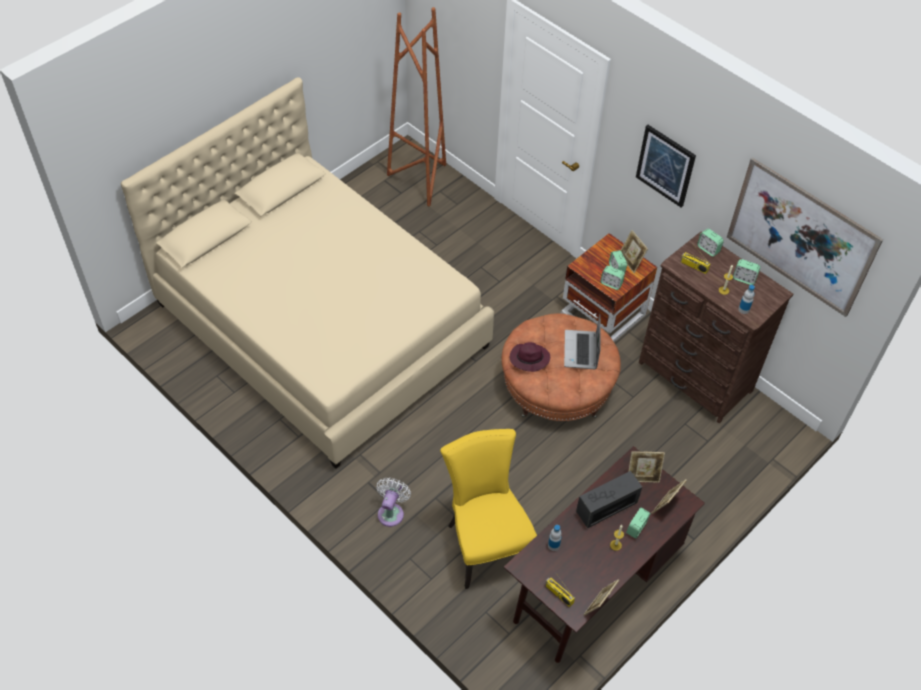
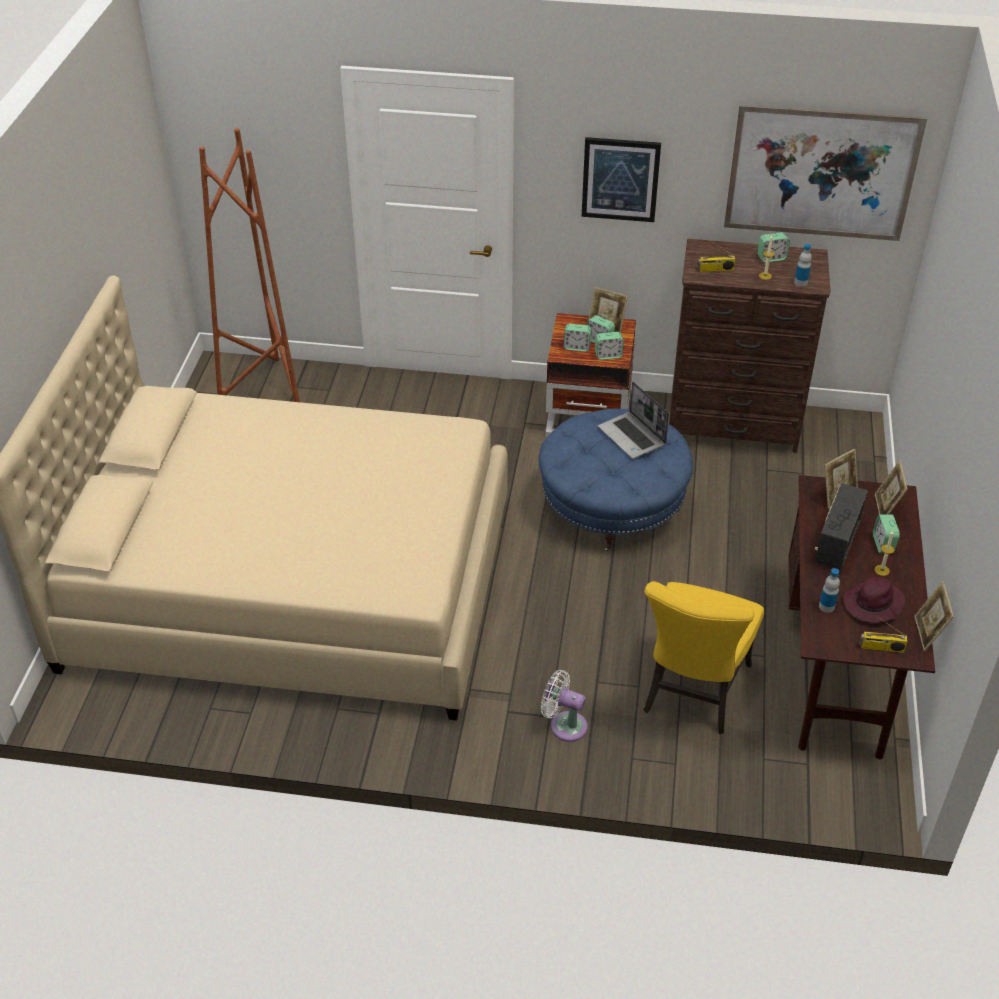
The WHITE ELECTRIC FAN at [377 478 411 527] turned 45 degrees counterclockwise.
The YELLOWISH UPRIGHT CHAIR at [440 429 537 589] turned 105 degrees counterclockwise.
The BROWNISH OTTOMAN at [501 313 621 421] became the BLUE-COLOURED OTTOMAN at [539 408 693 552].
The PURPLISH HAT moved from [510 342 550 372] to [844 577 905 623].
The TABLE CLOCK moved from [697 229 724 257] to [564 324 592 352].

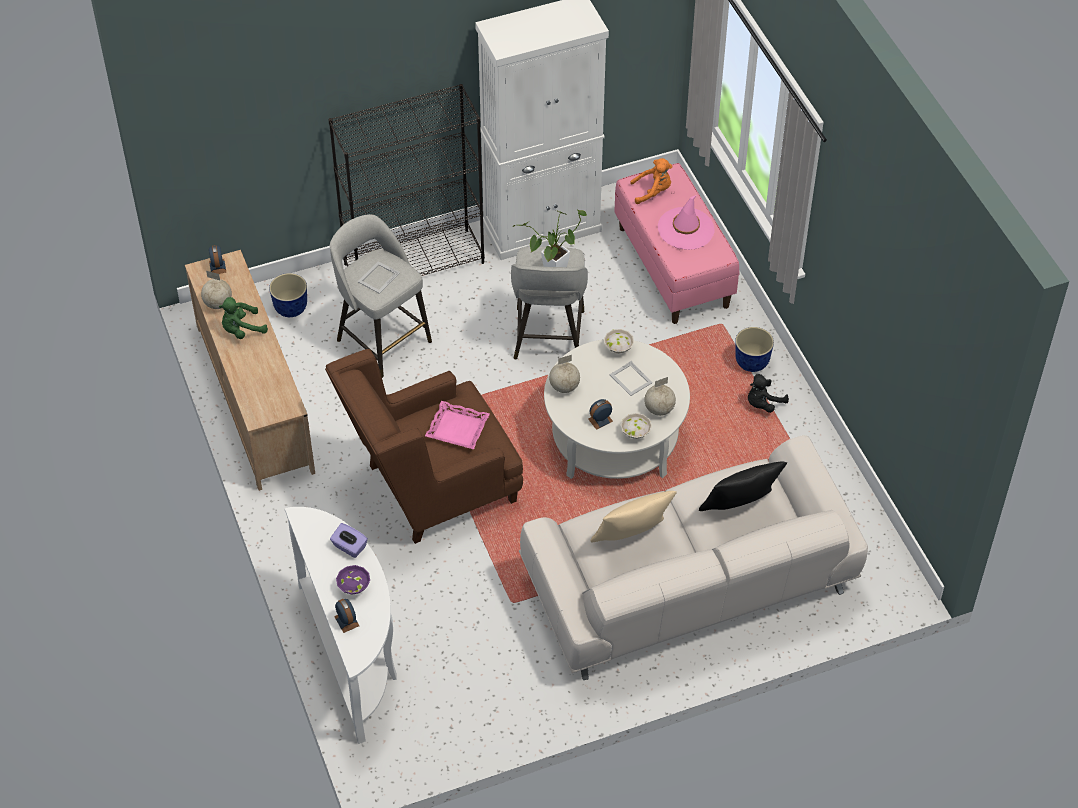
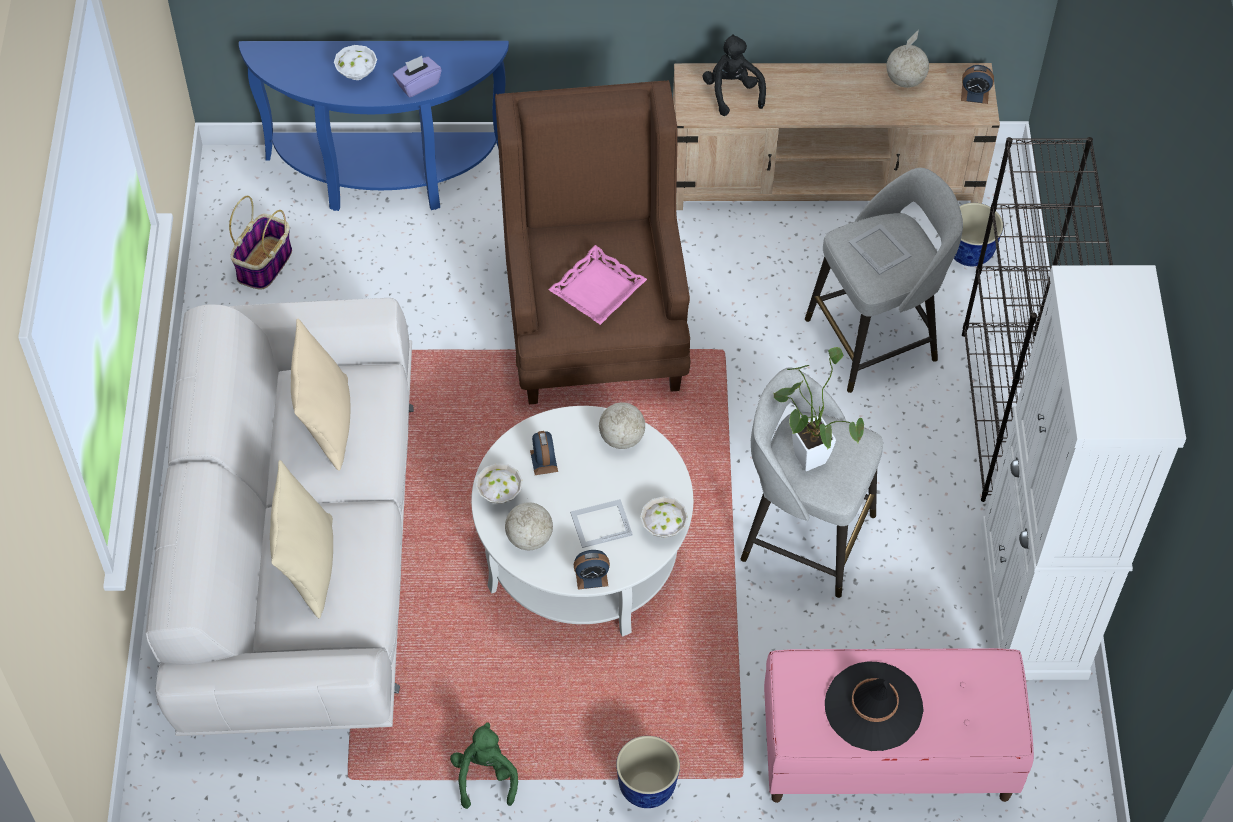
The GREEN PLUSH TOY moved from [219 297 268 339] to [450 722 518 809].
The WHITE NARROW TABLE at [285 507 397 744] became the BLUE-COLOURED NARROW TABLE at [239 41 509 211].
The TABLE CLOCK moved from [334 599 359 633] to [573 550 610 590].
The PURPLISH SERVING BOWL at [336 565 370 595] became the WHITE SERVING BOWL at [334 45 377 80].
The ORANGE PLUSH TOY at [630 158 672 204] disappeared.
The PINK HAT at [658 195 715 250] became the BLACK-COLOURED HAT at [825 661 924 751].
The BLACK-COLOURED PILLOW at [699 462 787 511] became the SAND-COLOURED PILLOW at [270 460 333 618].
The BLACK-COLOURED PLUSH TOY moved from [748 374 789 413] to [703 34 766 116].
The BASKET at [229 196 292 289] appeared.

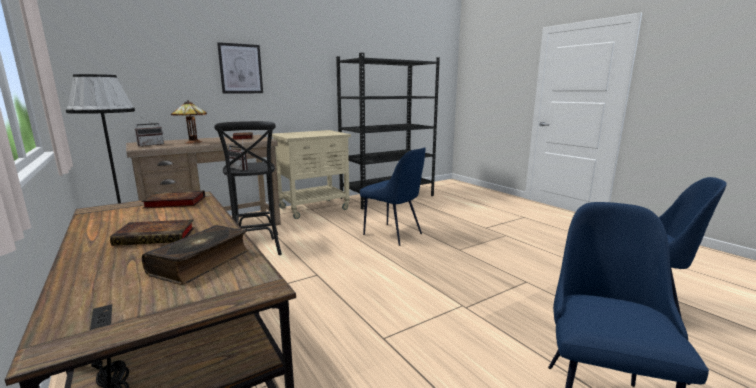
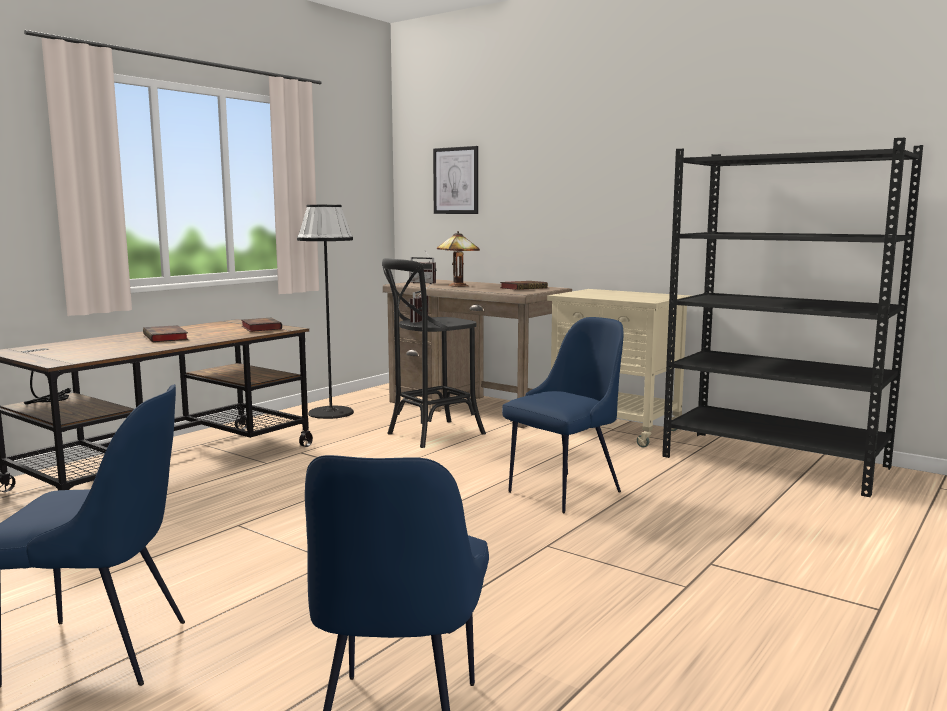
The BOUND BOOK at [142 225 249 285] disappeared.
The WALL PICTURE moved from [217 42 263 93] to [433 146 478 214].
The BLUE-COLOURED UPRIGHT CHAIR at [360 148 426 246] turned 150 degrees counterclockwise.

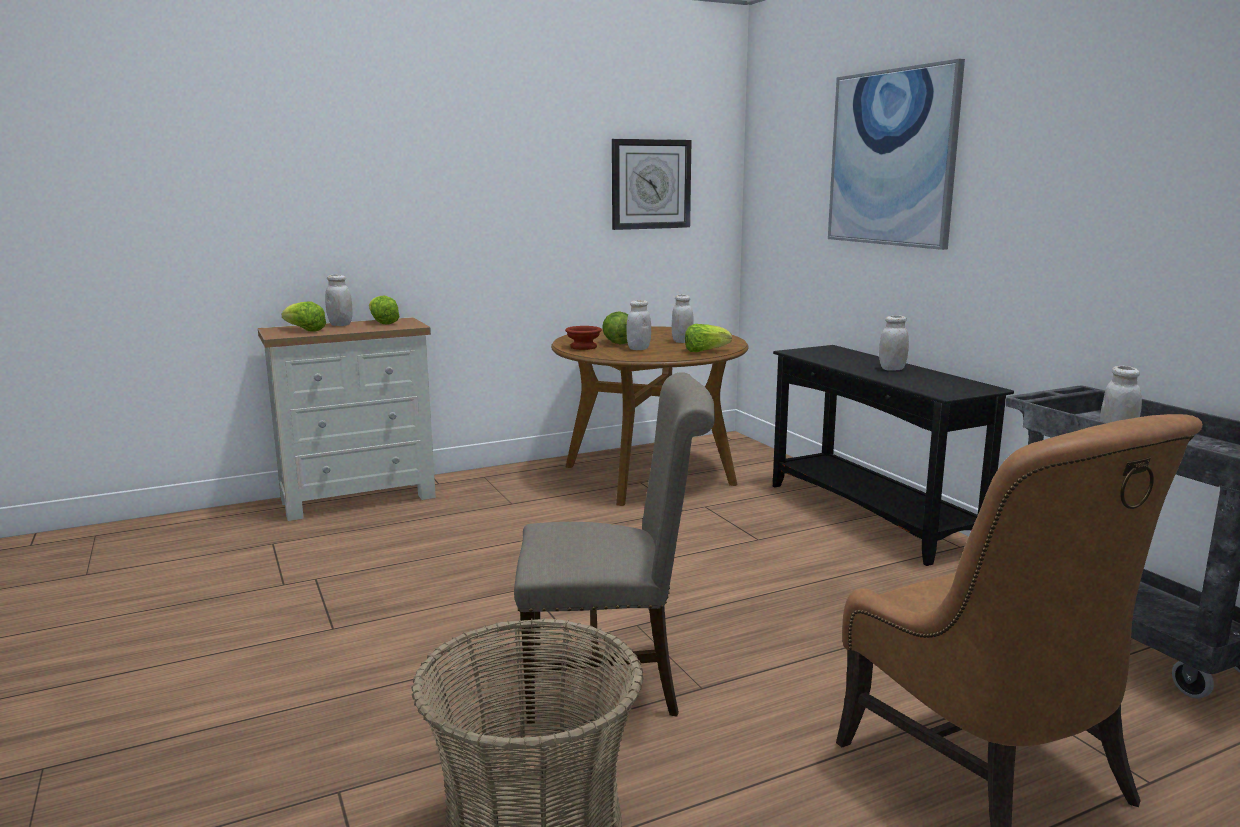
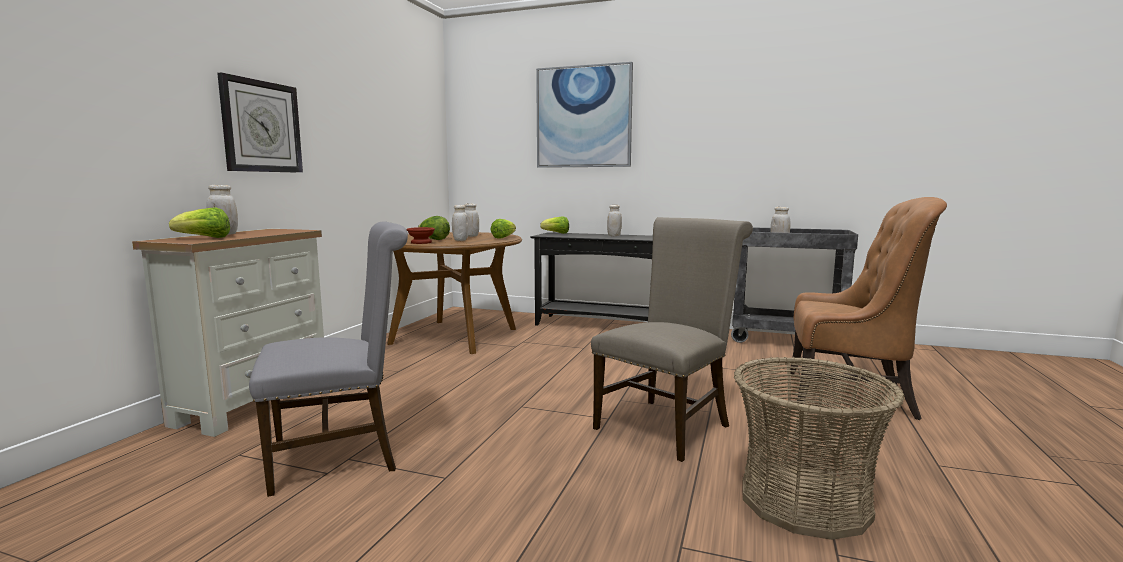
The LETTUCE HEAD moved from [369 296 400 325] to [540 216 569 234].
The HANGING CLOCK moved from [612 139 692 230] to [217 72 303 173].
The GREY UPRIGHT CHAIR at [249 221 408 497] appeared.

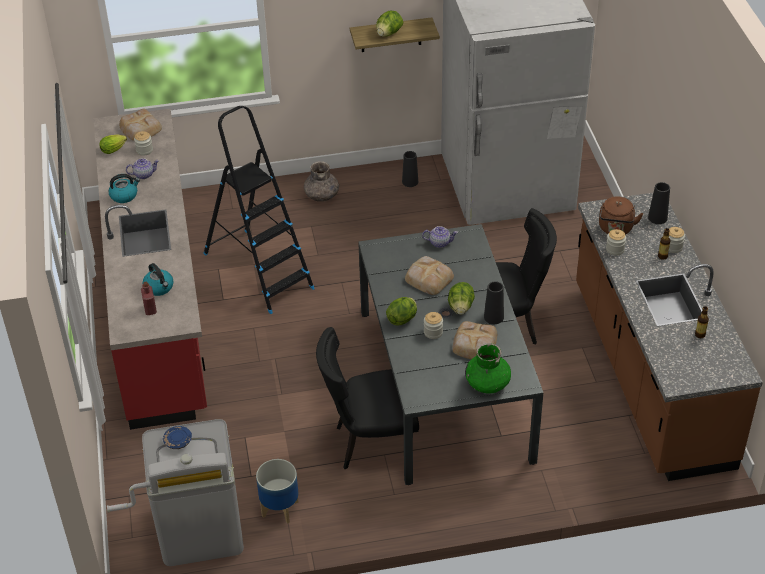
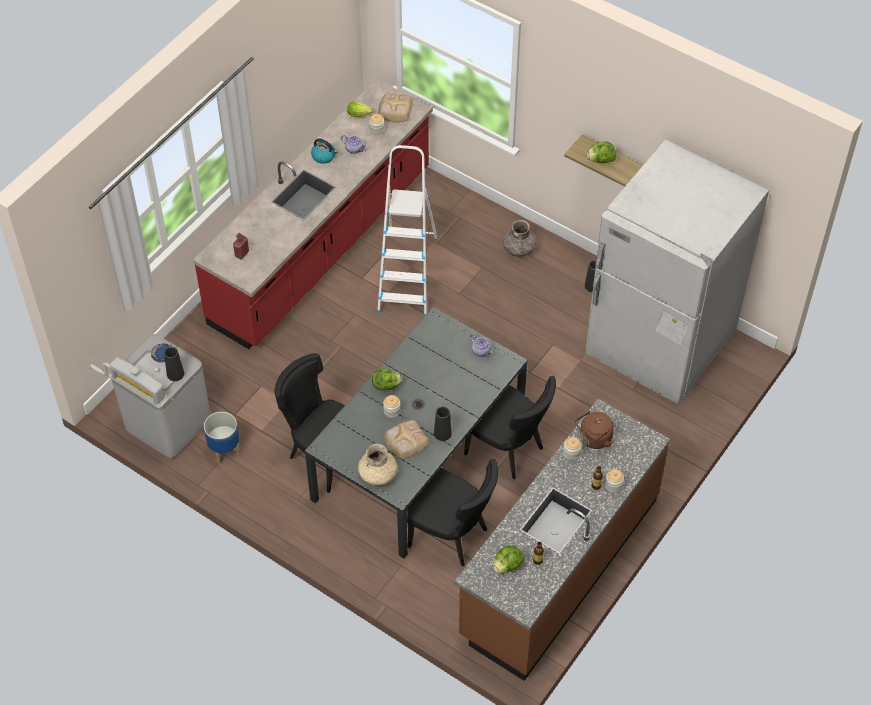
The WATER KETTLE at [143 263 174 296] disappeared.
The BLACK-COLOURED STEP STOOL at [203 106 315 314] became the WHITE STEP STOOL at [377 145 438 316].
The BAKED BREAD at [405 256 454 295] disappeared.
The LETTUCE HEAD moved from [448 282 475 315] to [493 545 525 573].
The GREEN VASE at [465 343 511 394] became the SAND-COLOURED VASE at [358 444 397 486].
The BLACK-COLOURED VASE moved from [648 182 670 224] to [164 347 184 381].
The BLACK-COLOURED UPRIGHT CHAIR at [407 459 498 567] appeared.

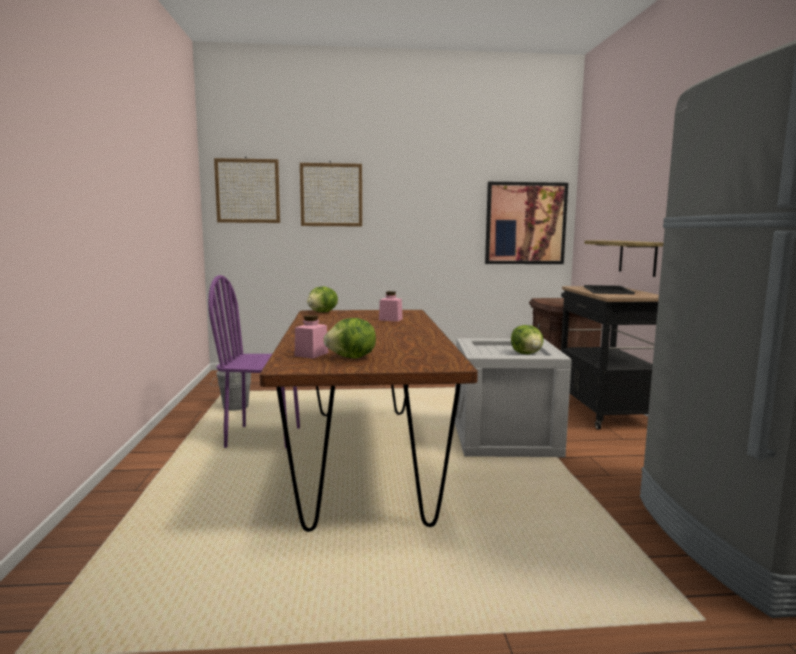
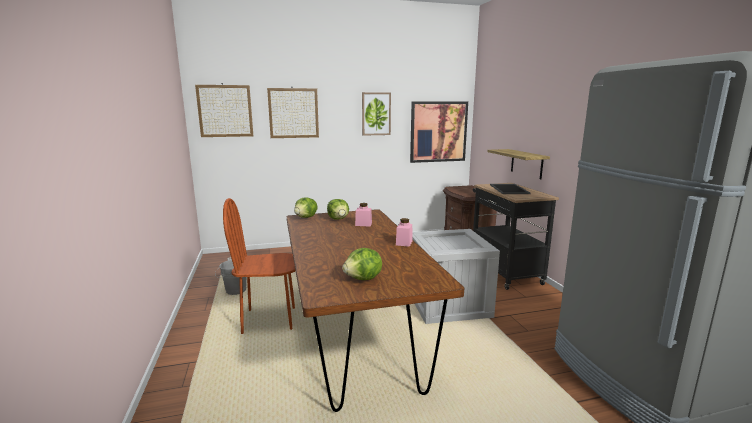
The PURPLISH UPRIGHT CHAIR at [208 275 300 448] became the BROWNISH UPRIGHT CHAIR at [223 198 295 334].
The PINK JAR moved from [295 315 329 359] to [396 218 413 247].
The LETTUCE HEAD moved from [511 325 544 354] to [327 199 349 220].
The WALL PICTURE at [362 92 391 136] appeared.

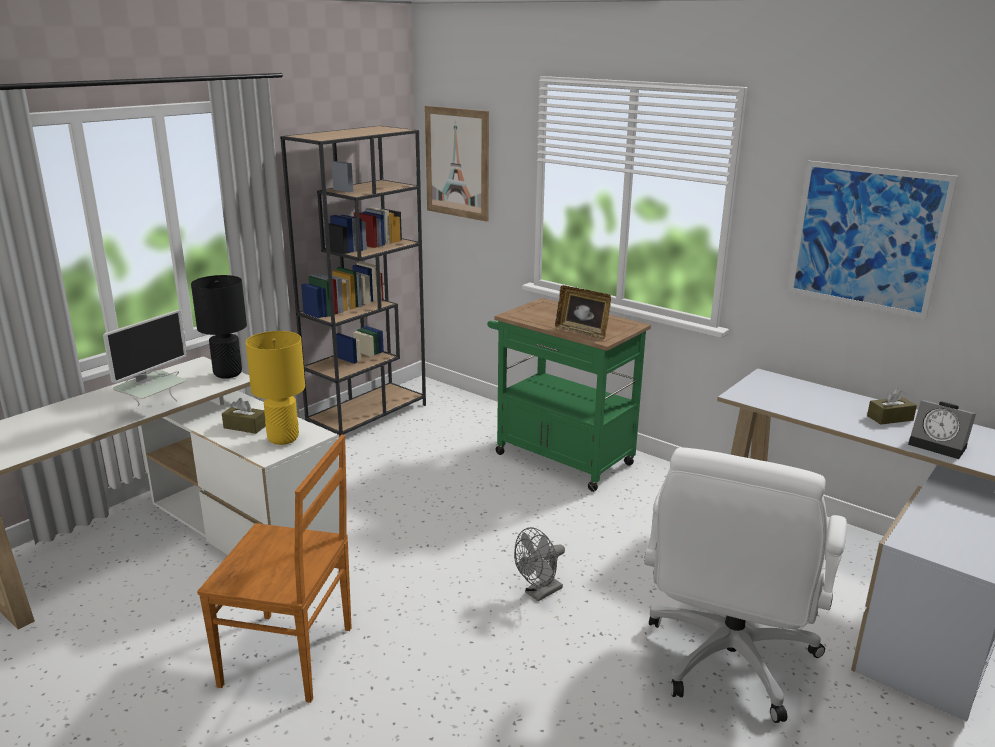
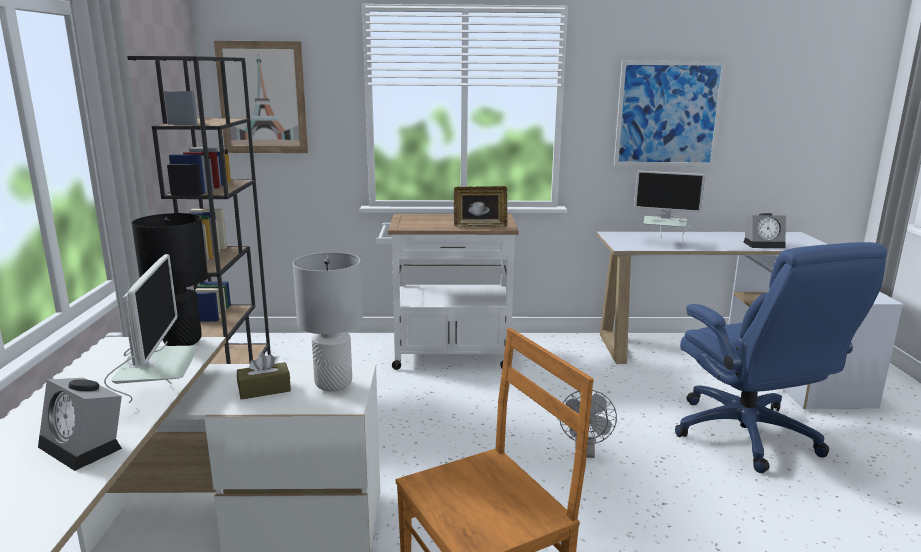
The YELLOWISH TABLETOP LAMP at [246 331 305 445] became the GREY TABLETOP LAMP at [293 252 363 392].
The GREEN WHEELED CART at [487 298 651 492] became the WHITE WHEELED CART at [376 214 519 370].
The WHITE OFFICE CHAIR at [644 448 847 723] became the BLUE-COLOURED OFFICE CHAIR at [675 242 887 473].
The BROWNISH BOX OF TISSUES at [867 388 917 425] disappeared.
The TABLE CLOCK at [38 378 122 471] appeared.
The COMPUTER DISPLAY at [634 171 705 244] appeared.

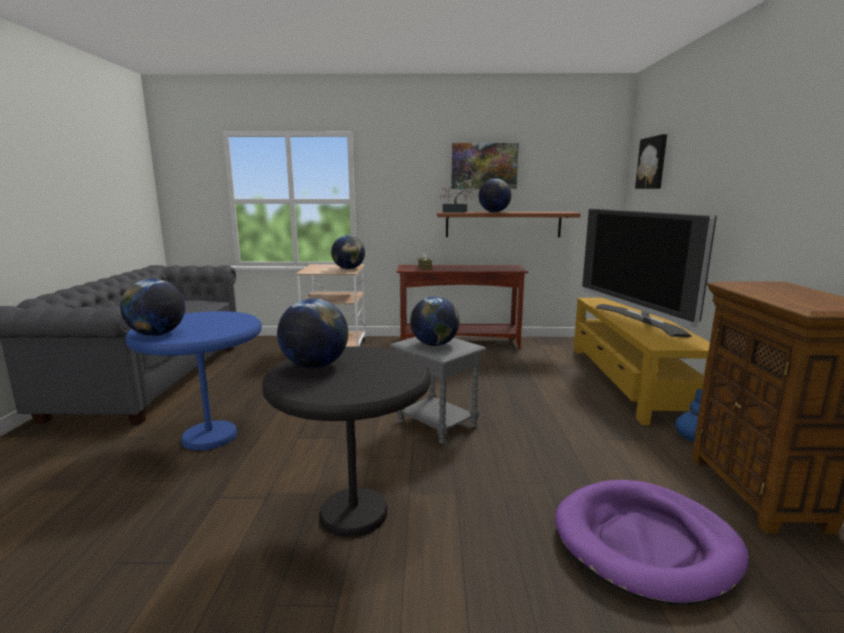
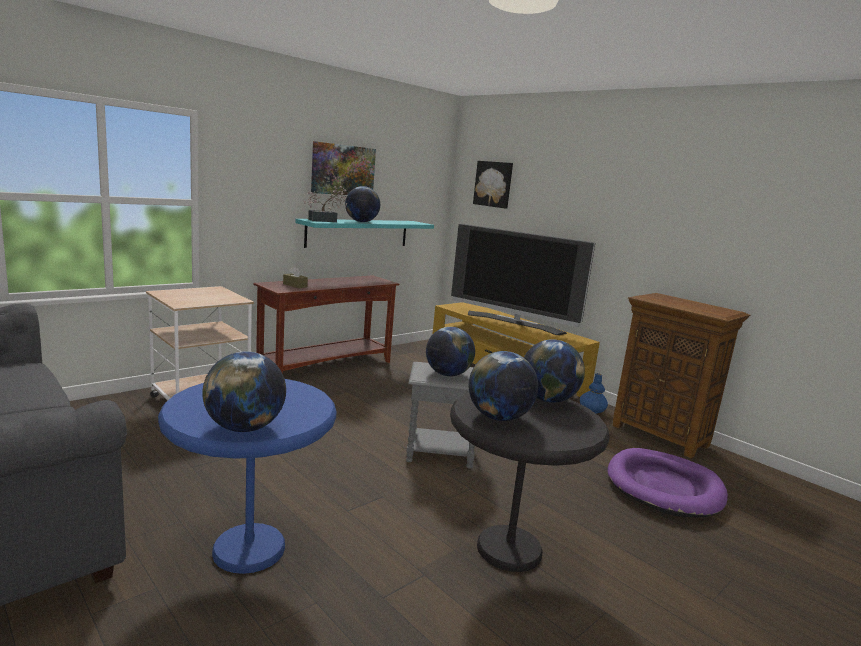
The DESK GLOBE moved from [331 235 365 269] to [524 339 585 403].
The BROWNISH SHELF at [437 212 581 237] became the TURQUOISE-COLOURED SHELF at [295 219 434 248].

